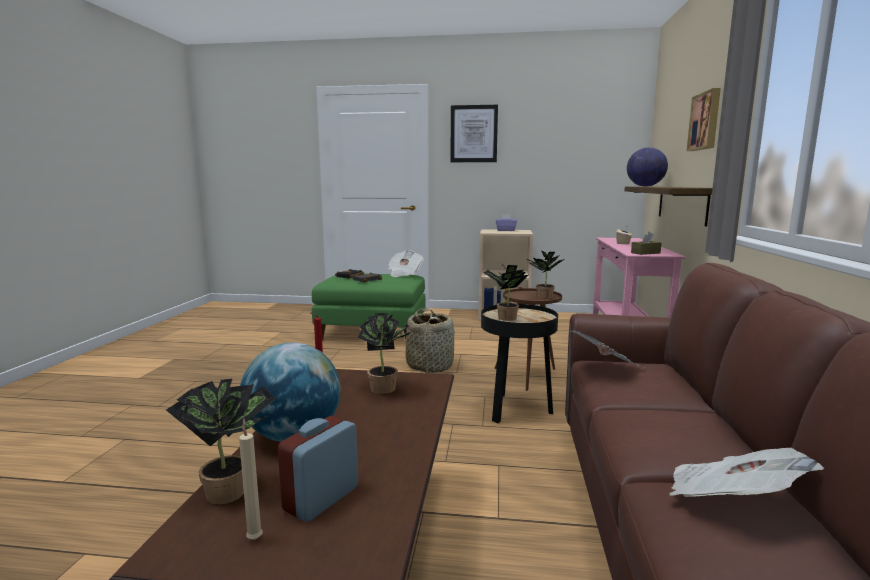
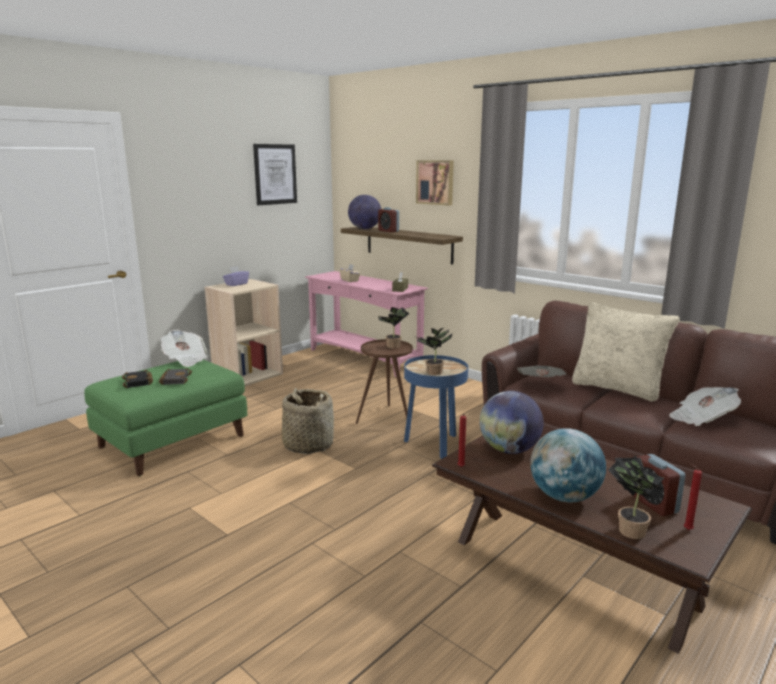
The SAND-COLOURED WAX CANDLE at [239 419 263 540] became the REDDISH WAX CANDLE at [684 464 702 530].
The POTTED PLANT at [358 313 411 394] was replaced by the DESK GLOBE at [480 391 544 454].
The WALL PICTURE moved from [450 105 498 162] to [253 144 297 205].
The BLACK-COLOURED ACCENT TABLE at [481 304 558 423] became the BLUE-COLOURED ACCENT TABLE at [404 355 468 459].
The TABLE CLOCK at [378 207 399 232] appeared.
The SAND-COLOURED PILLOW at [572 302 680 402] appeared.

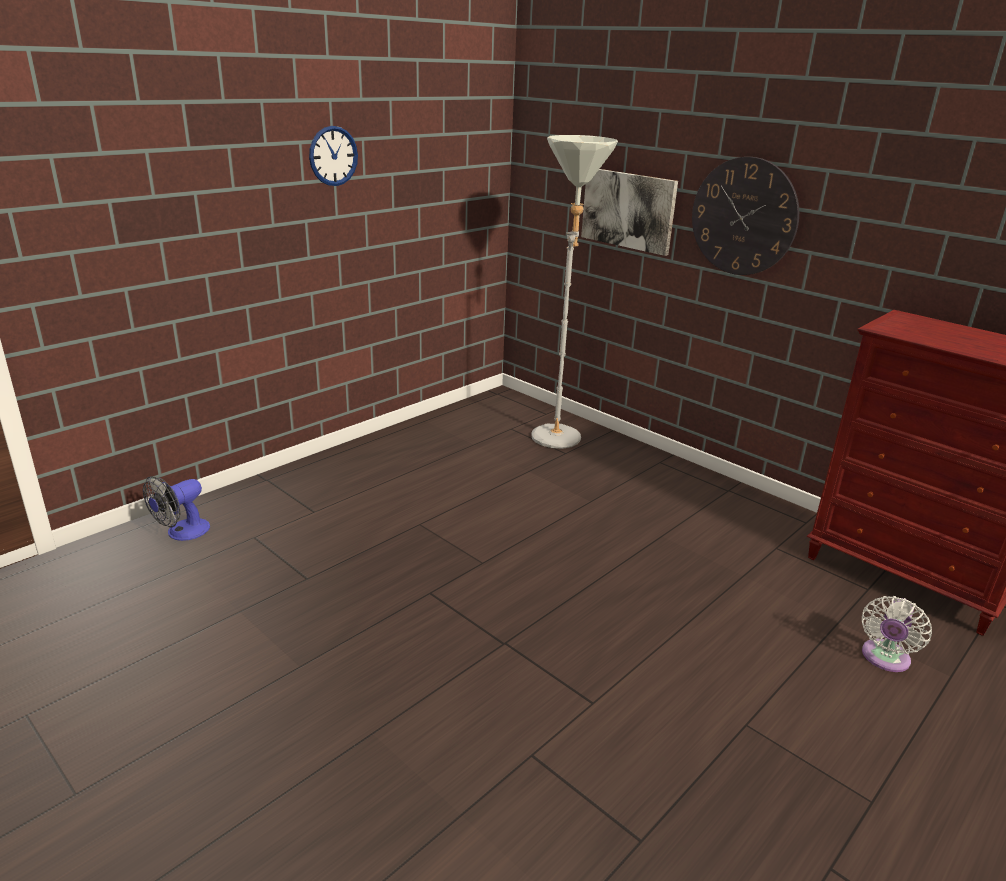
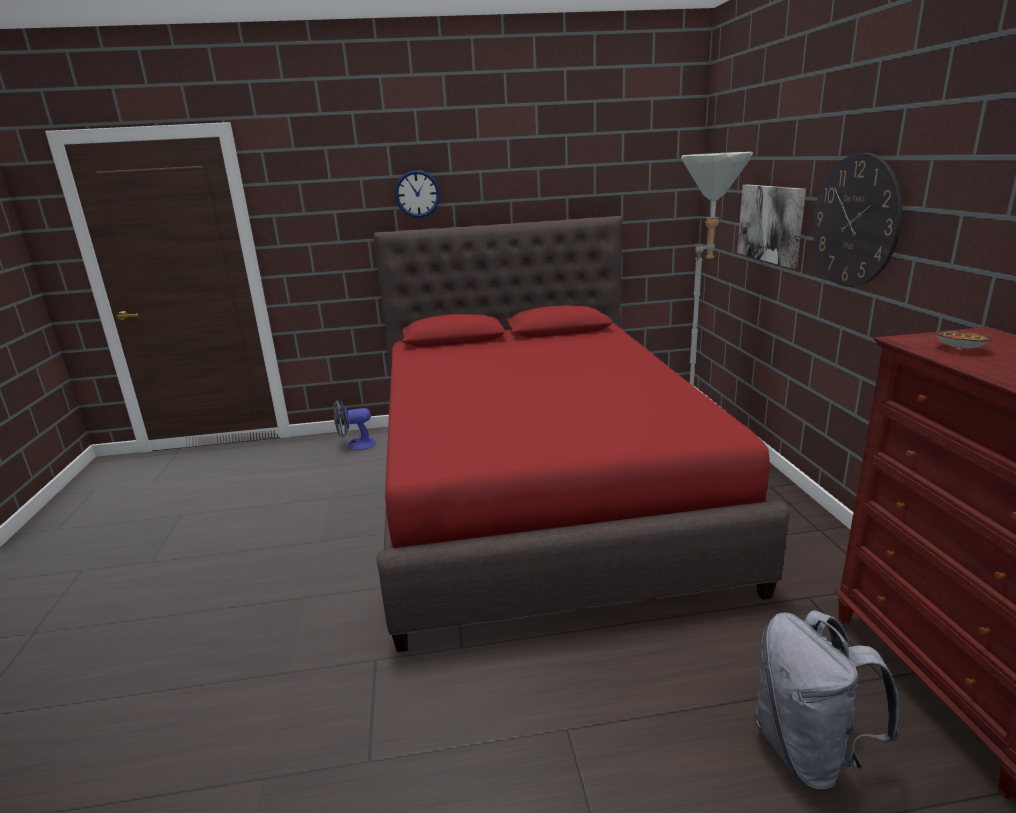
The HANGING CLOCK moved from [309 126 358 186] to [395 170 440 218].
The WHITE ELECTRIC FAN at [862 596 932 672] was replaced by the GREY RUCKSACK at [755 610 900 791].
The REDDISH BED at [373 216 790 652] appeared.
The SERVING BOWL at [934 331 993 350] appeared.

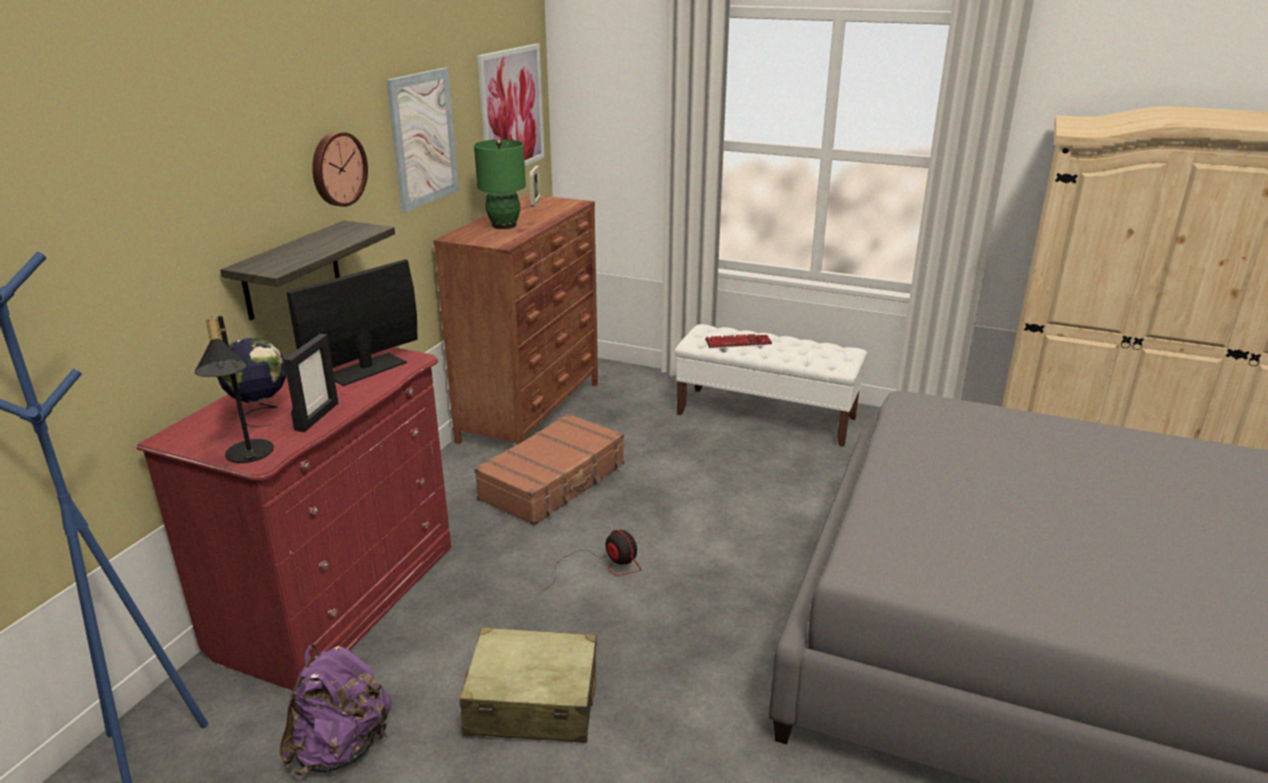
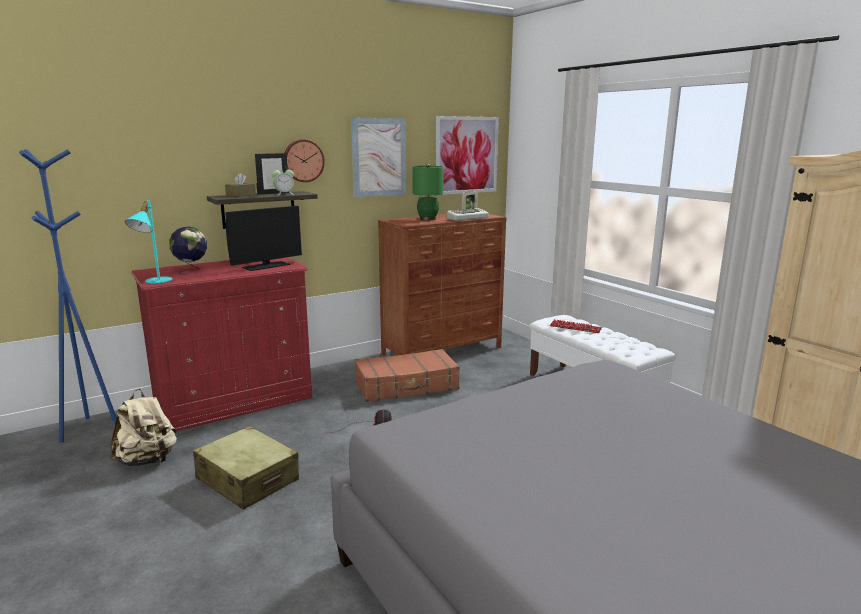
The BLACK-COLOURED TABLETOP LAMP at [195 316 274 463] became the TURQUOISE-COLOURED TABLETOP LAMP at [125 200 172 283].
The PURPLISH RUCKSACK at [279 644 392 776] became the SAND-COLOURED RUCKSACK at [110 388 177 466].
The PICTURE FRAME moved from [284 334 338 432] to [255 153 289 195].
The COMPUTER DISPLAY at [286 259 418 386] turned 150 degrees clockwise.
The BROWNISH BOX OF TISSUES at [225 173 256 197] appeared.
The TABLE CLOCK at [271 166 295 195] appeared.
The COMPUTER KEYBOARD at [447 208 489 221] appeared.

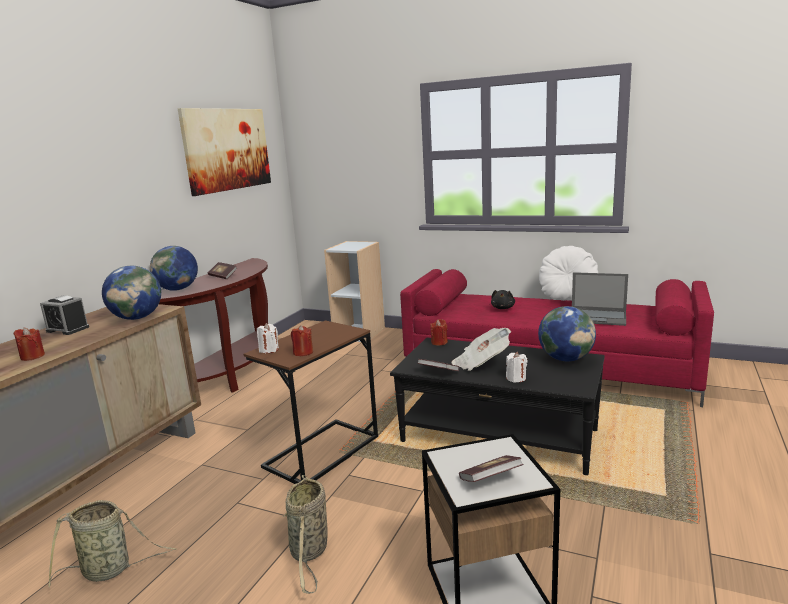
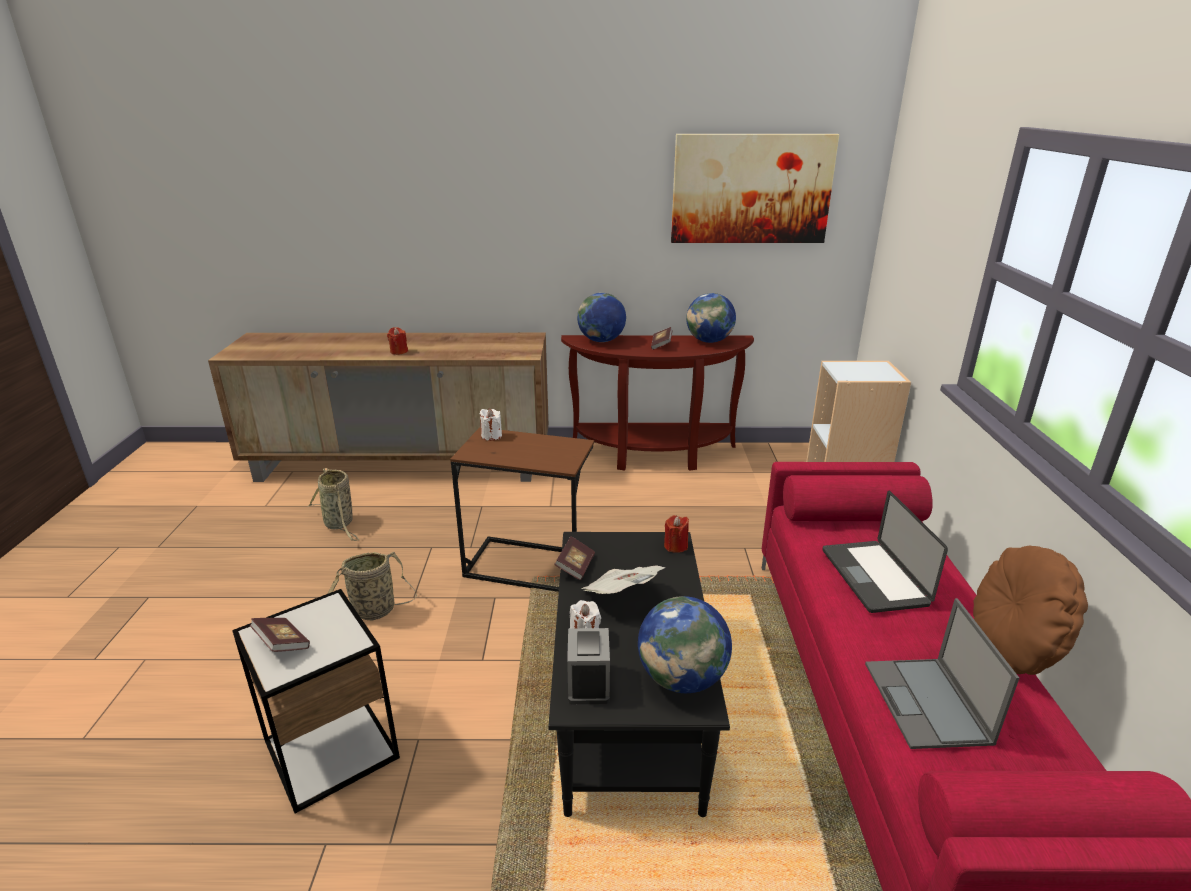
The TABLE CLOCK moved from [40 295 89 335] to [567 628 610 704].
The DESK GLOBE moved from [102 266 161 320] to [686 293 736 343].
The REDDISH WAX CANDLE at [291 325 313 356] disappeared.
The BLACK-COLOURED PLUSH TOY at [491 290 515 309] was replaced by the PORTABLE COMPUTER at [823 491 948 613].
The WHITE PILLOW at [539 246 598 301] became the BROWNISH PILLOW at [973 546 1088 675].

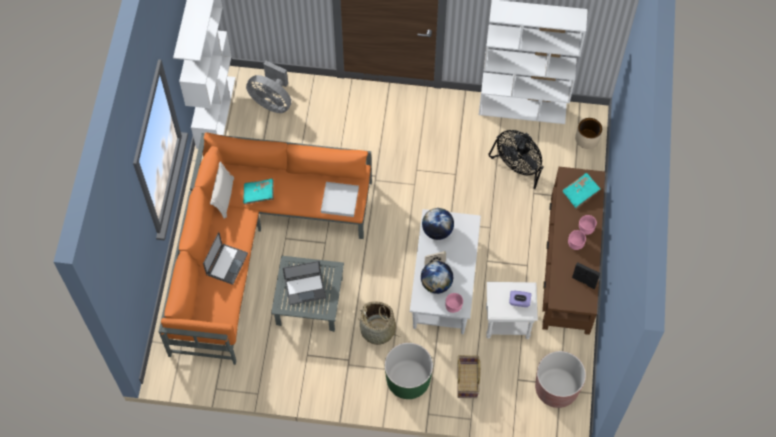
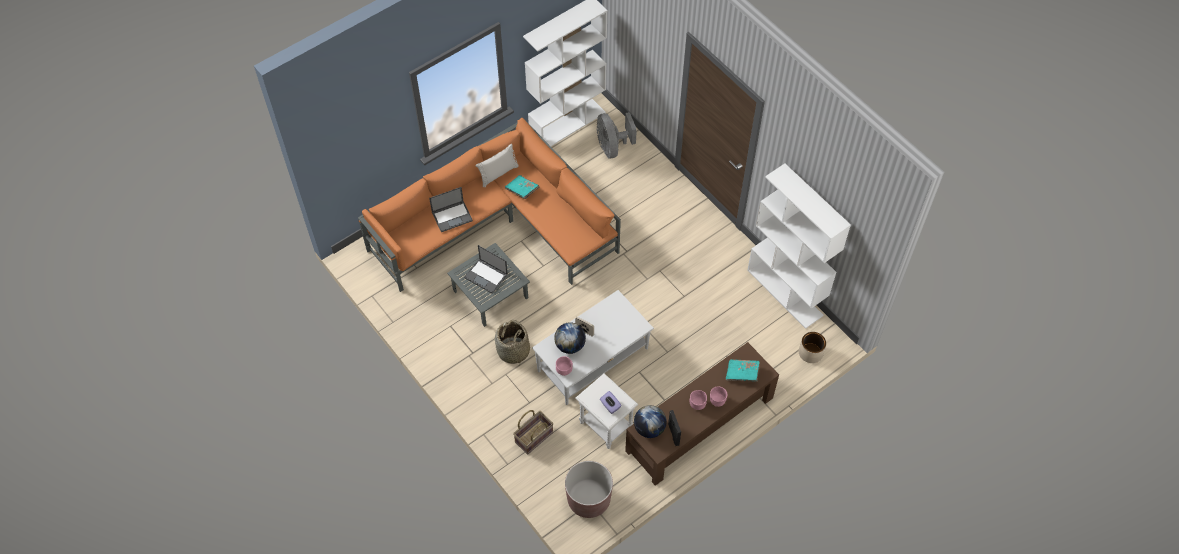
The WHITE CARRYING TRAY at [321 182 359 217] disappeared.
The GREEN PLANTER at [385 343 433 399] disappeared.
The DESK GLOBE moved from [422 208 454 240] to [634 405 667 438].
The BLACK-COLOURED ELECTRIC FAN at [489 130 543 189] disappeared.

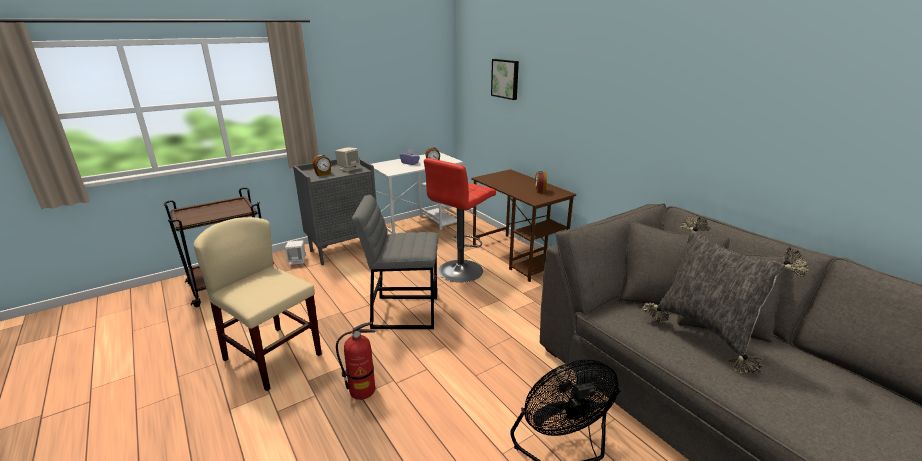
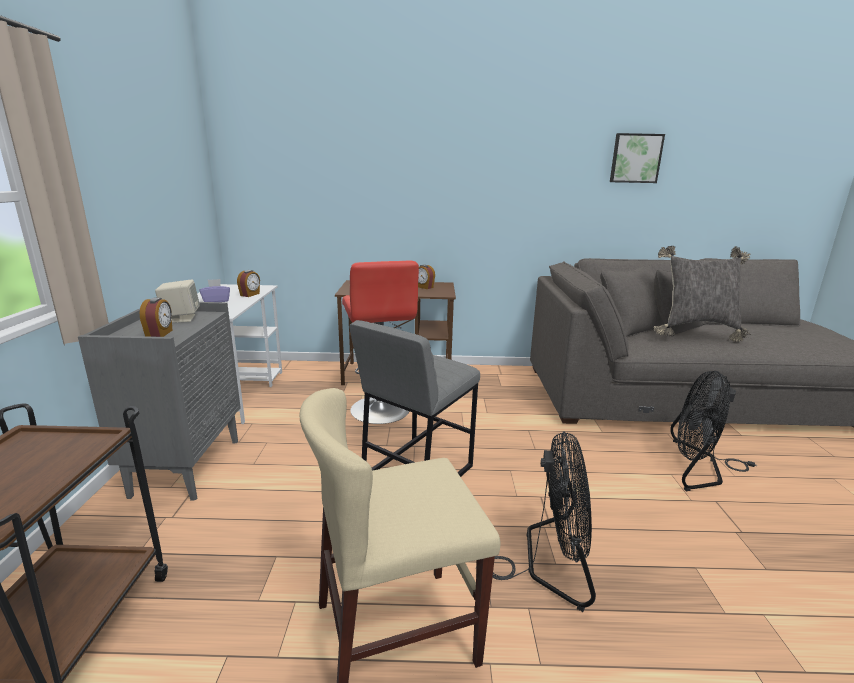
The WHITE SPEAKER at [285 240 305 265] disappeared.
The EXTINGUISHER at [336 322 375 400] was replaced by the BLACK-COLOURED ELECTRIC FAN at [475 431 596 612].
The WALL PICTURE moved from [491 59 519 100] to [610 133 665 183].

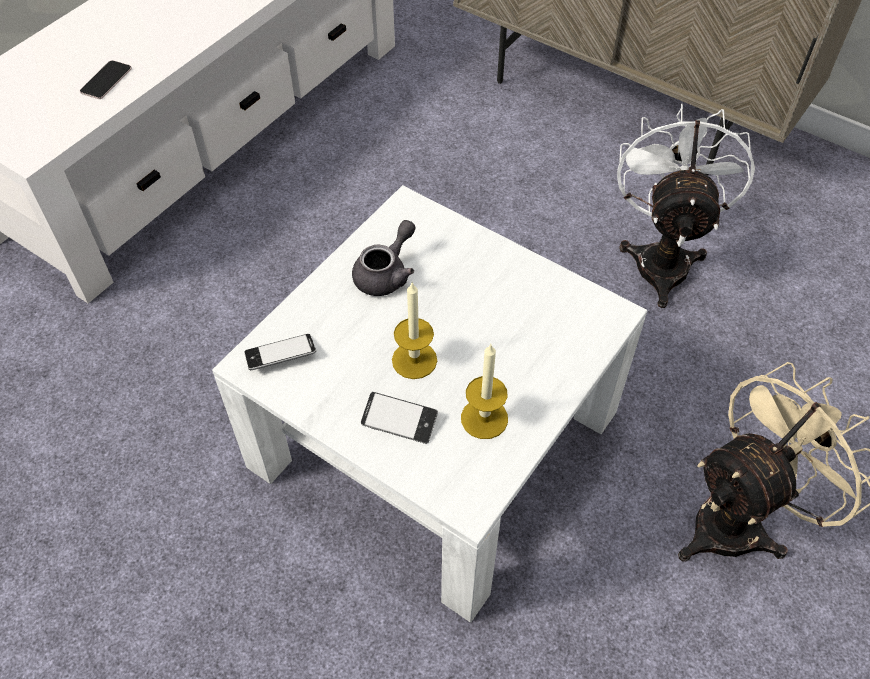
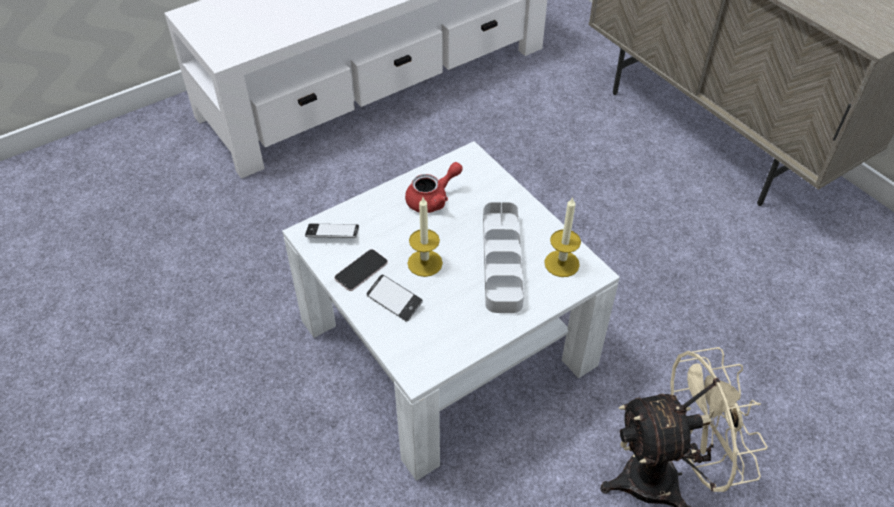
The HANDSET moved from [80 60 132 99] to [334 249 388 291].
The GREY TEA POT at [352 220 416 296] became the REDDISH TEA POT at [405 162 463 213].
The WAX CANDLE moved from [461 343 508 439] to [544 196 581 277].
The WHITE ELECTRIC FAN at [617 103 755 308] disappeared.
The GREY CARRYING TRAY at [483 202 524 313] appeared.

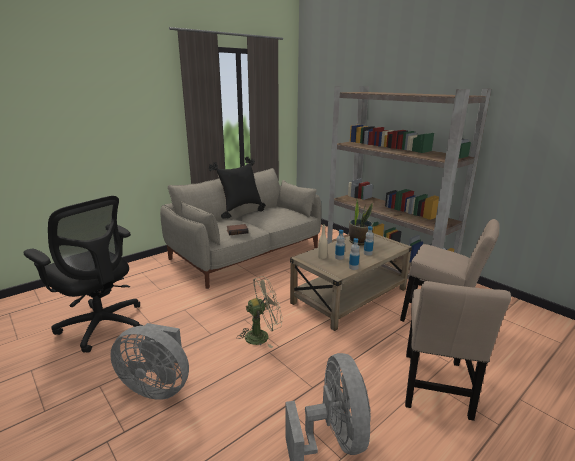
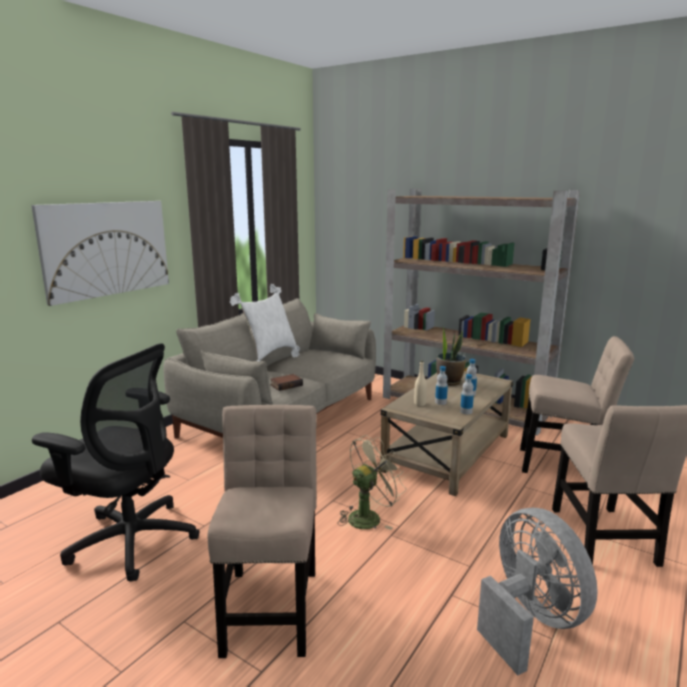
The GREY ELECTRIC FAN at [110 323 189 400] was replaced by the SAND-COLOURED UPRIGHT CHAIR at [208 405 317 658].
The BLACK-COLOURED PILLOW at [209 157 266 219] became the WHITE PILLOW at [230 284 300 362].
The WALL PICTURE at [31 201 169 306] appeared.

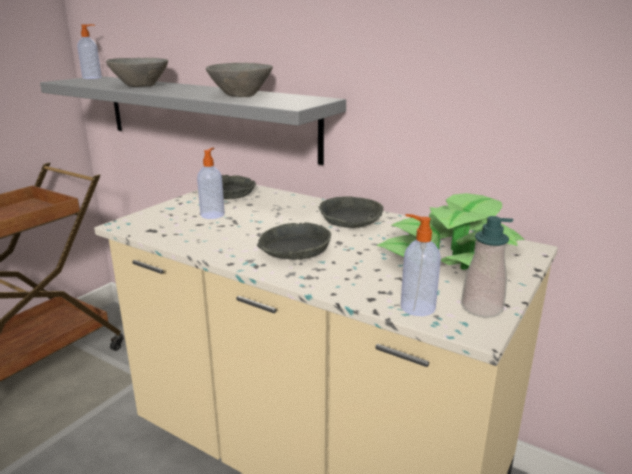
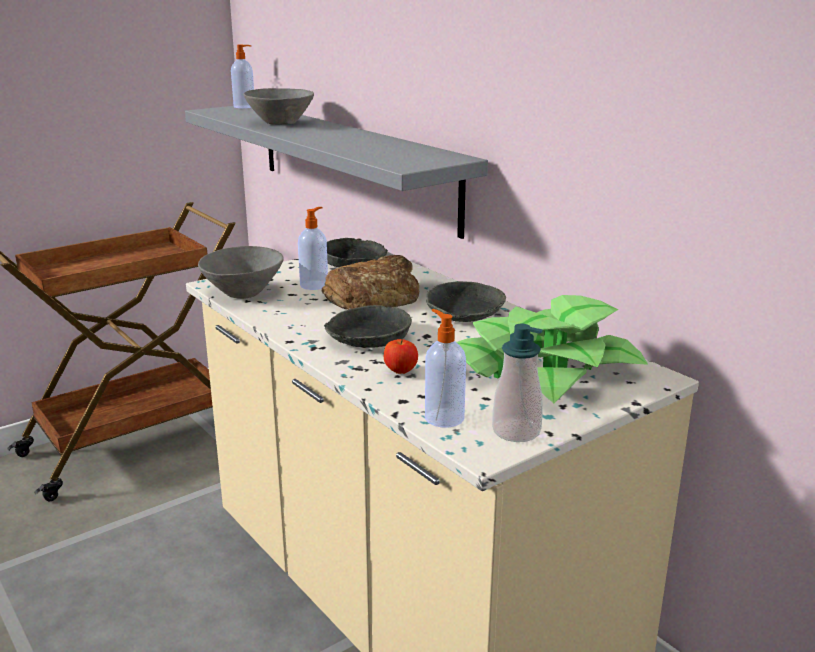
The GREY SERVING BOWL moved from [206 63 273 97] to [198 246 284 299].
The BAKED BREAD at [322 255 419 310] appeared.
The APPLE FRUIT at [384 339 418 374] appeared.

